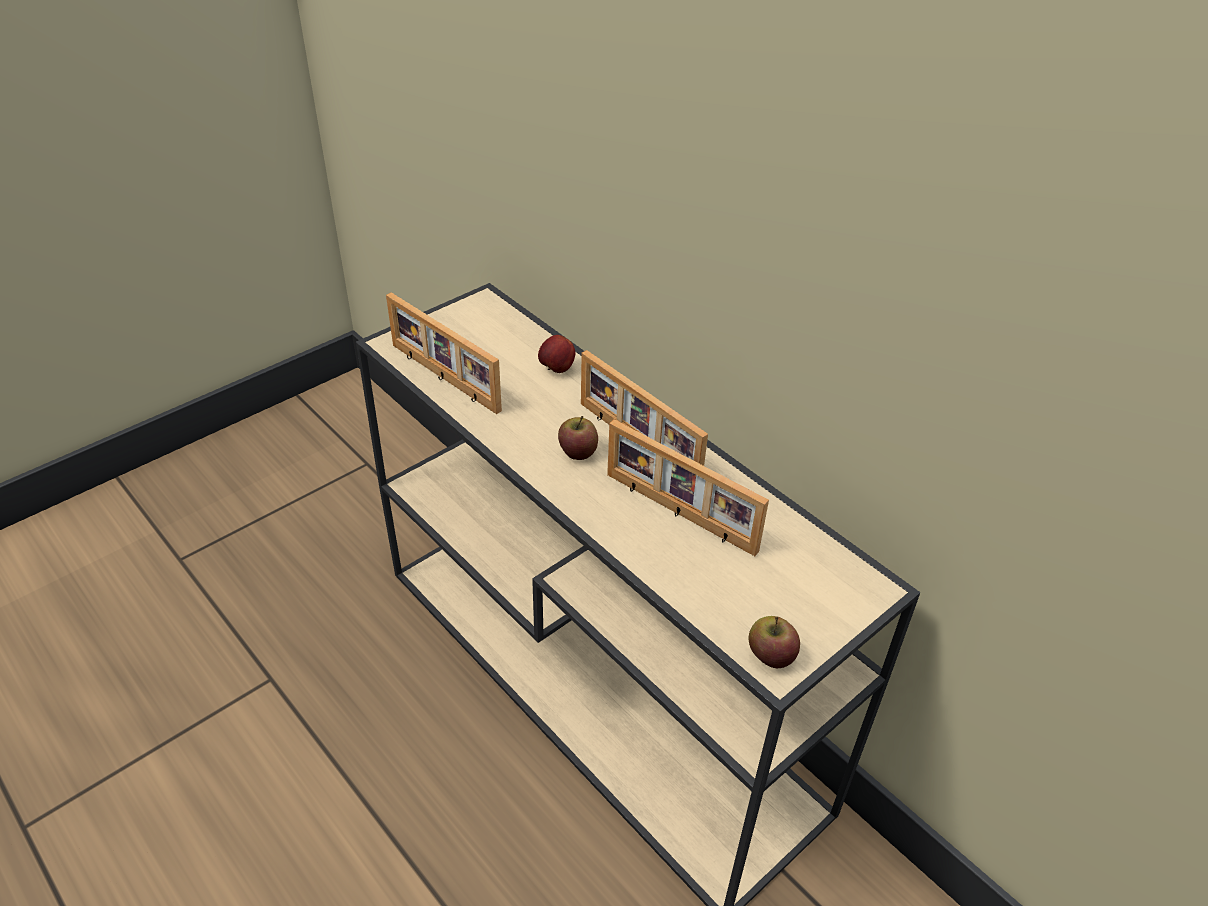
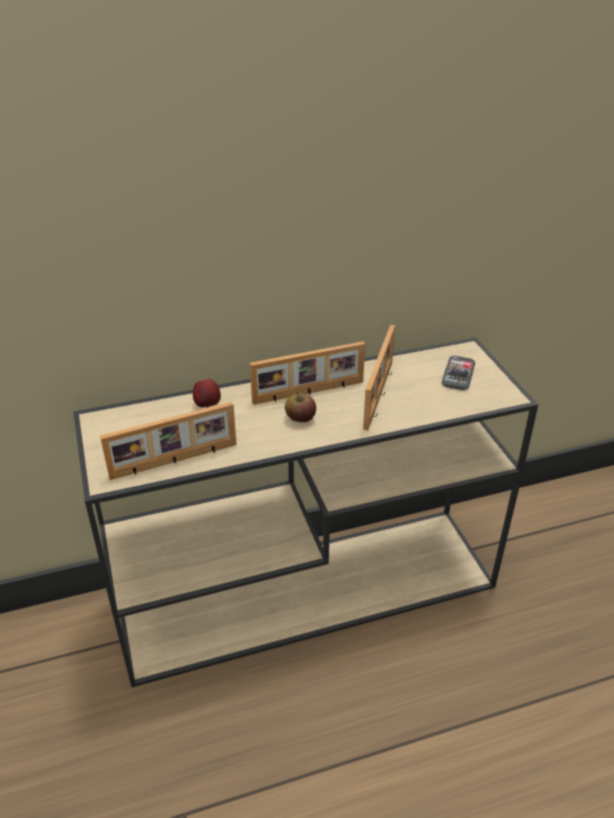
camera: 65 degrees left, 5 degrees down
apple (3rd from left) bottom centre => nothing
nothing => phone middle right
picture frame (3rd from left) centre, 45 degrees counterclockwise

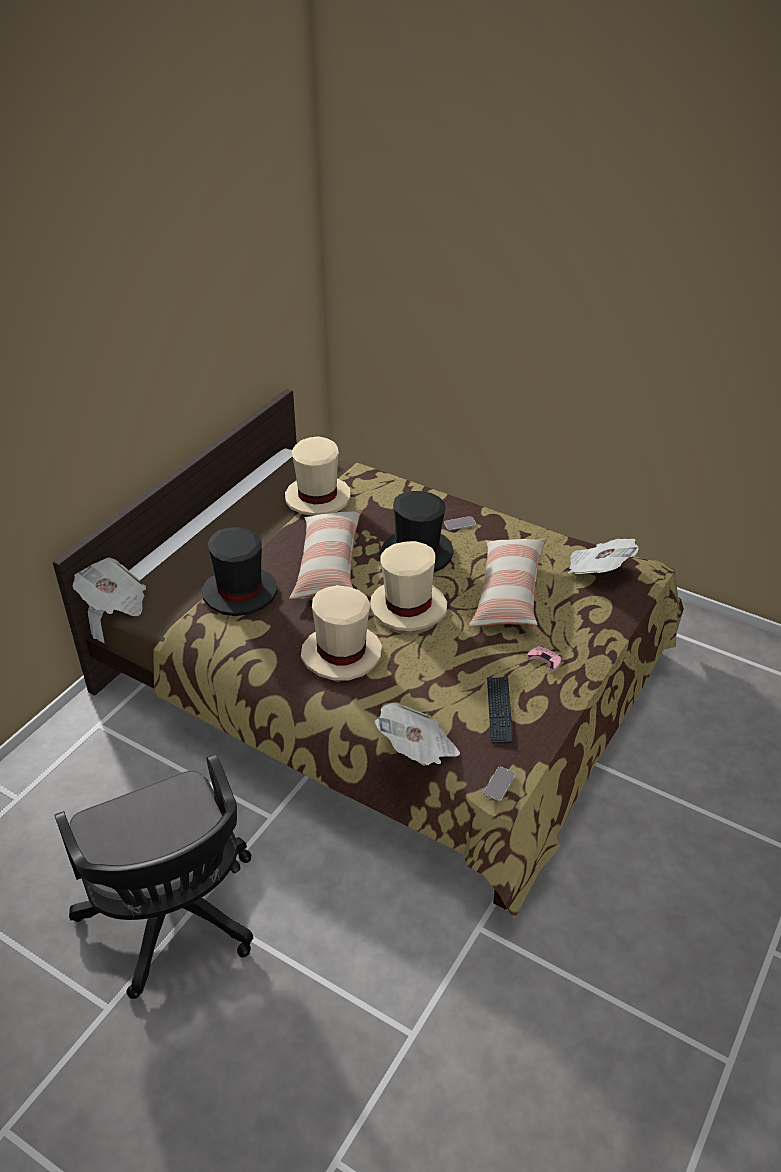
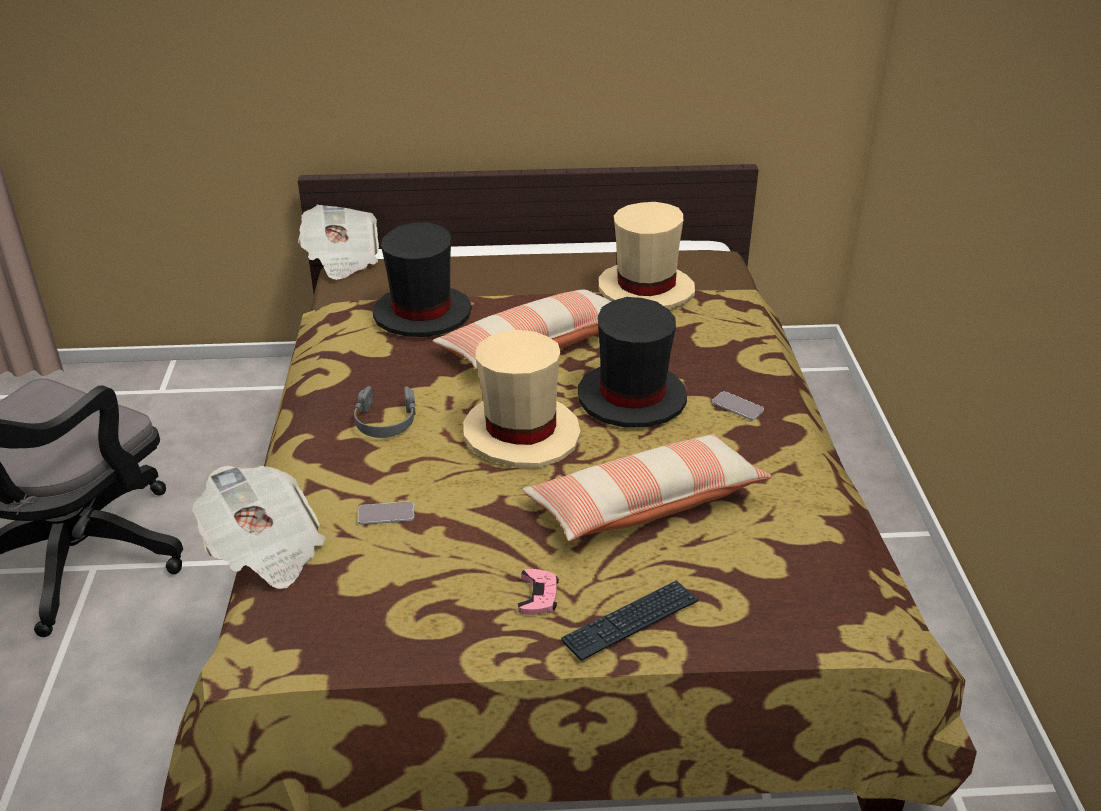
camera: 55 degrees right, 5 degrees down
newspaper (3rd from left) middle right => nothing
phone (2nd from left in the first image) bottom centre => phone (1st from left) centre, move
keyboard centre => keyboard bottom centre, move
beige hat (2nd from left) centre => grey headphones centre

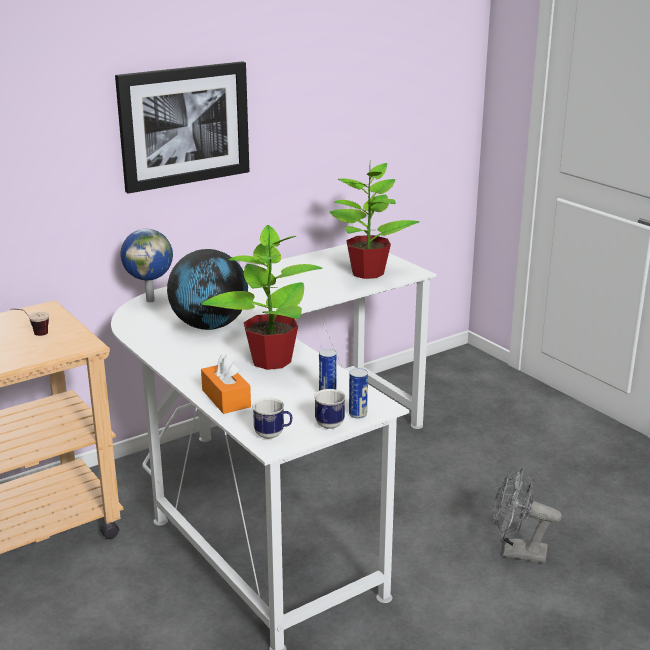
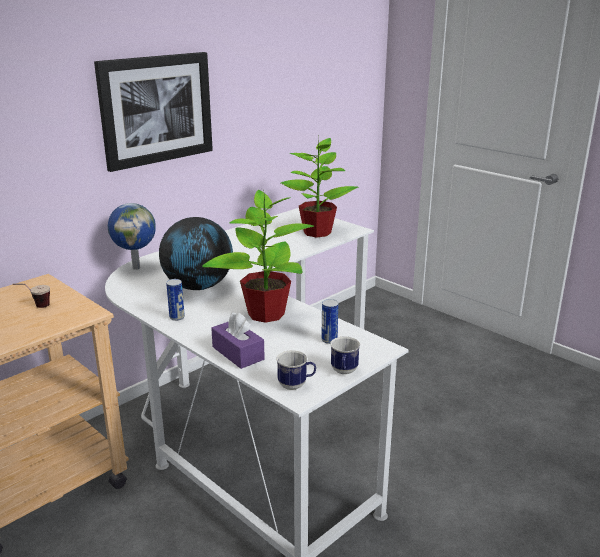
camera: 10 degrees left, 0 degrees up
grey fan bottom right => nothing
can (2nd from left in the first image) centre => can (1st from left) middle left, move
orange tissue box centre => purple tissue box centre

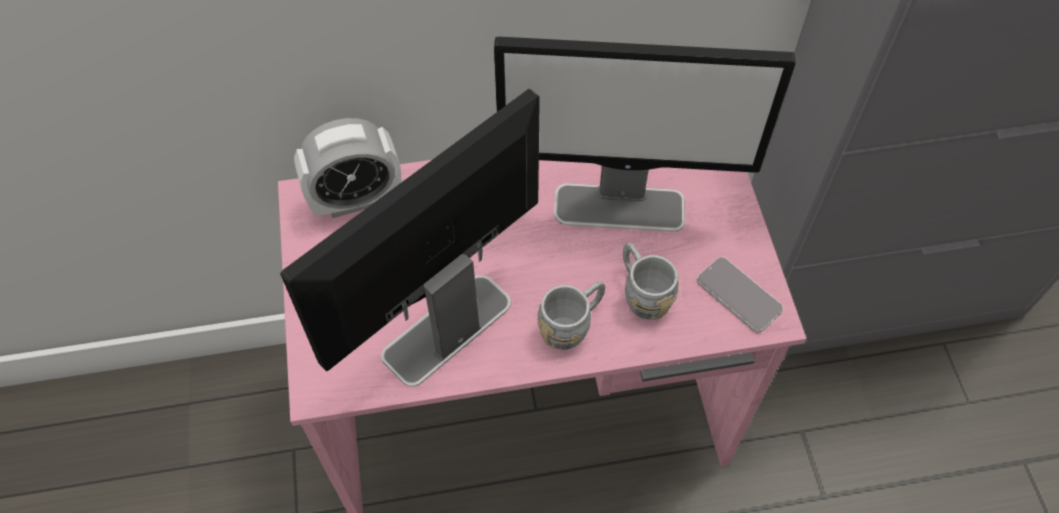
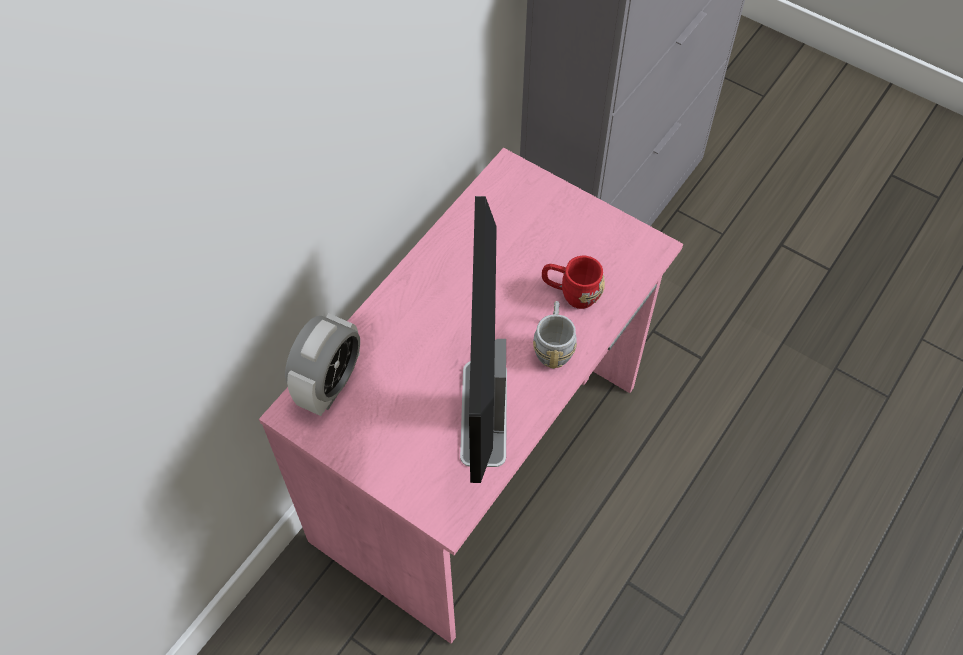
camera: 45 degrees left, 0 degrees up
monitor (2nd from left) top centre => nothing
phone middle right => nothing
grey mug (2nd from left) centre => red mug centre

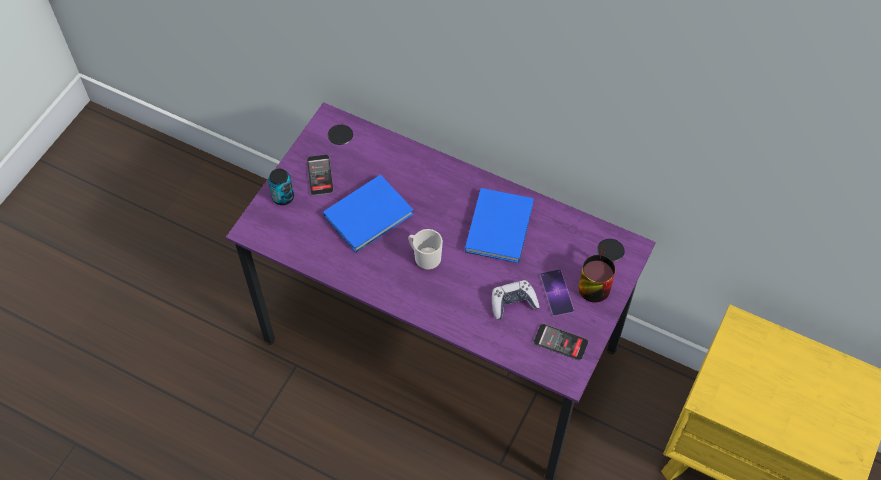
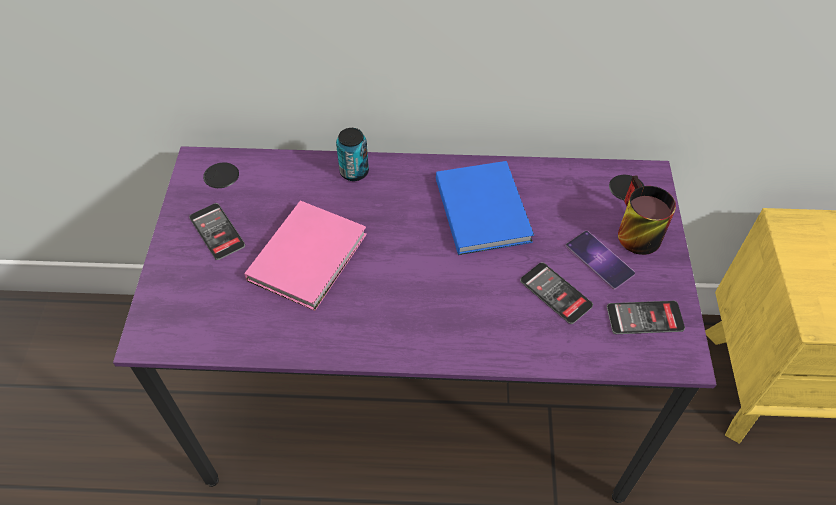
camera: 25 degrees left, 5 degrees down
mug (1st from left) centre => nothing
can middle left => can top centre, move
game controller centre => phone (2nd from left) centre
blue book (1st from left) centre => pink book centre

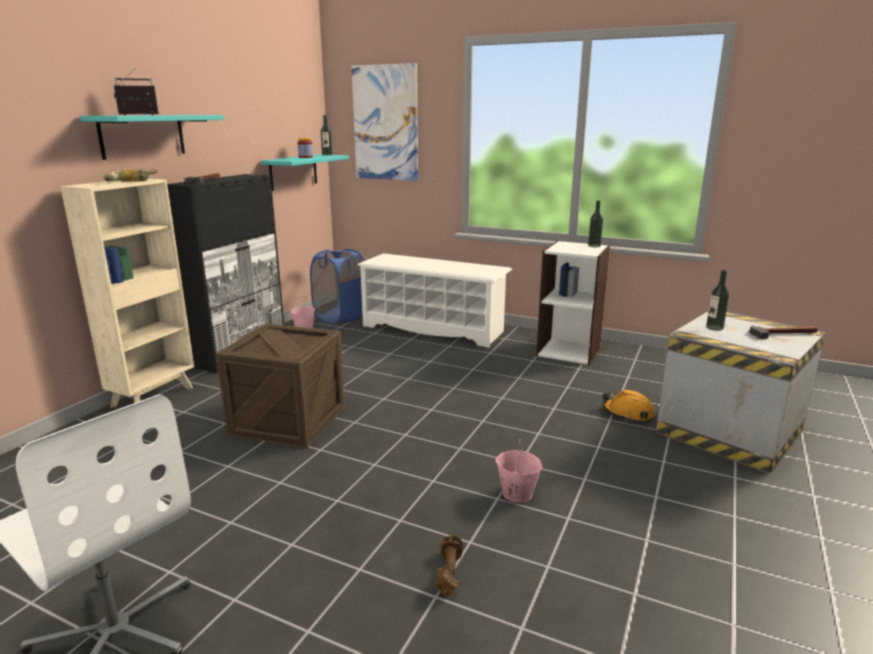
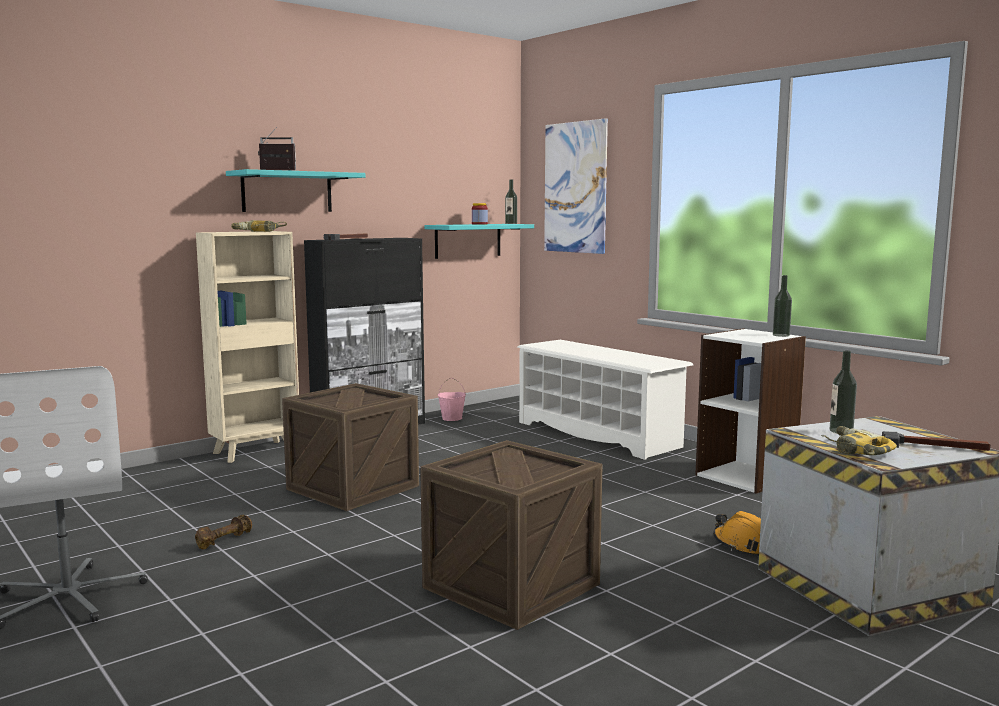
camera: 25 degrees right, 10 degrees down
blue laundry basket centre => nothing
nothing => power drill (2nd from left) middle right
brown dumbbell bottom centre => brown dumbbell bottom left, move
pink bucket (2nd from left) bottom centre => crate (2nd from left) bottom centre

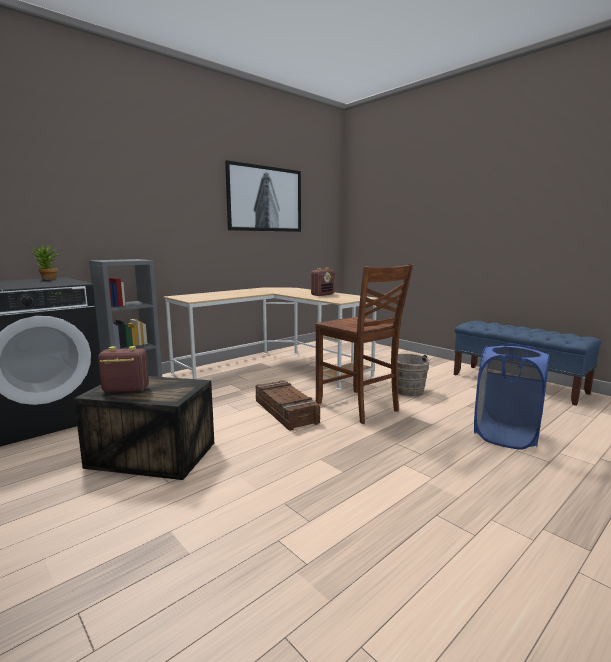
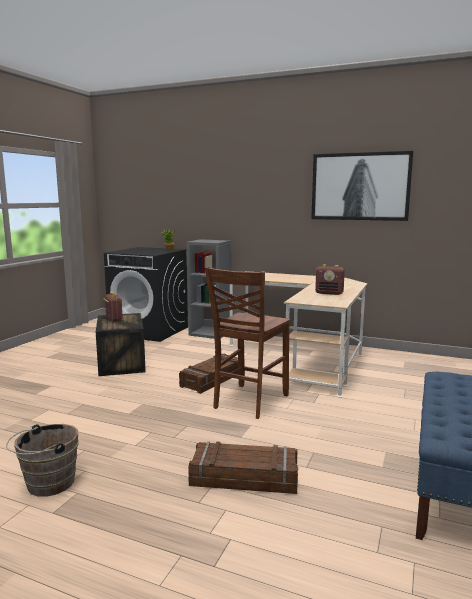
camera: 65 degrees right, 0 degrees up
brown bucket middle right => brown bucket bottom left, move
blue laundry basket middle right => crate (3rd from left) bottom centre

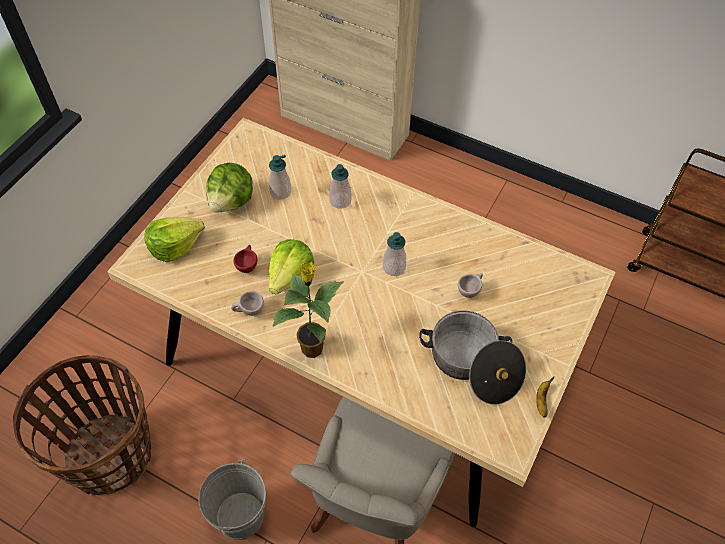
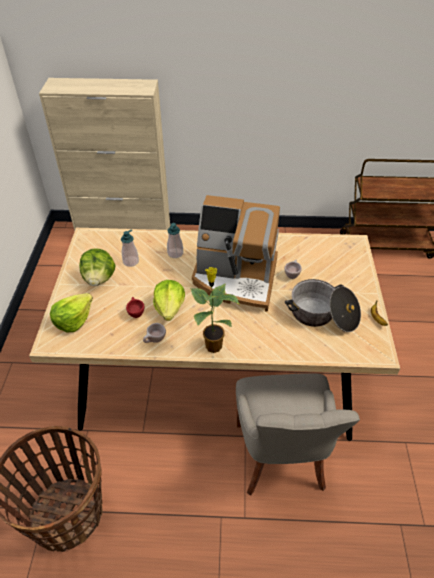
camera: 25 degrees left, 10 degrees down
grey bucket bottom left => nothing
soap dispenser (3rd from left) centre => coffee machine centre

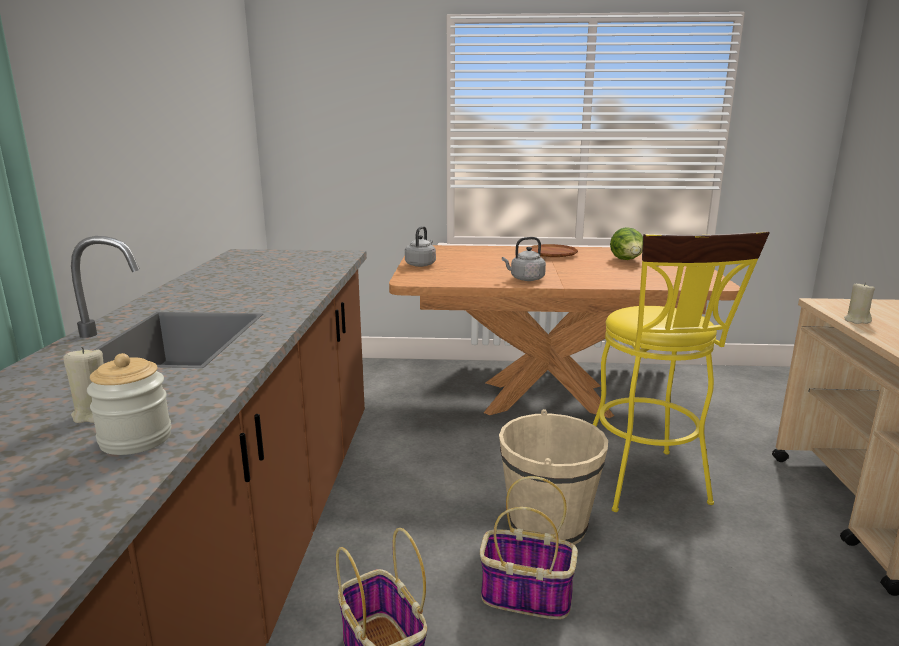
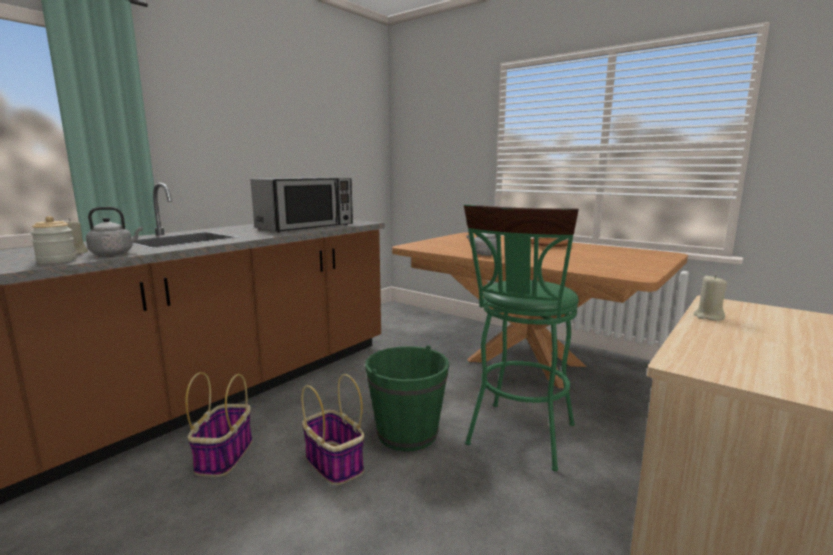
camera: 35 degrees right, 5 degrees down
lettuce middle right => nothing
nothing => microwave centre
grey kettle (1st from left) centre => grey kettle (1st from left) middle left, move
beige bucket bottom centre => green bucket bottom centre
yellow stool middle right => green stool centre

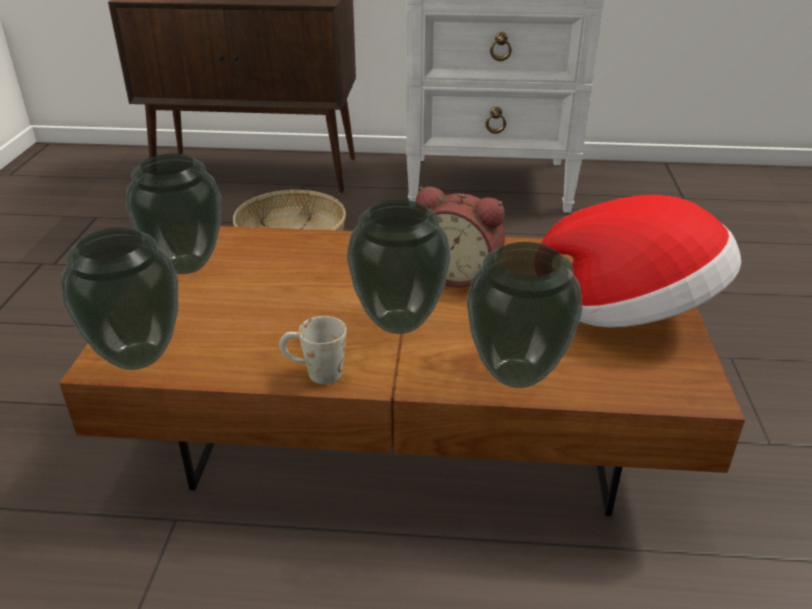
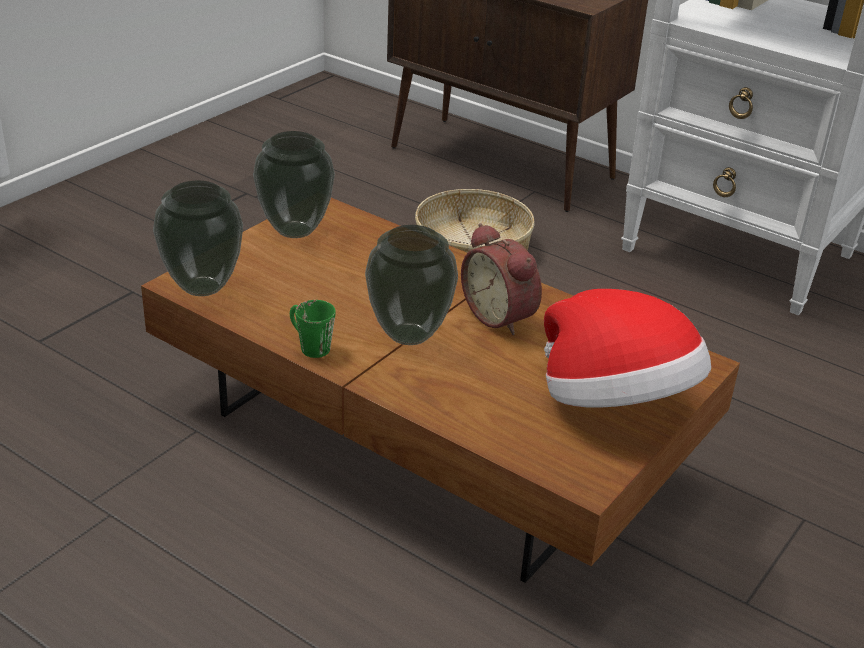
camera: 30 degrees right, 0 degrees up
vase (4th from left) centre => nothing
white mug centre => green mug centre

